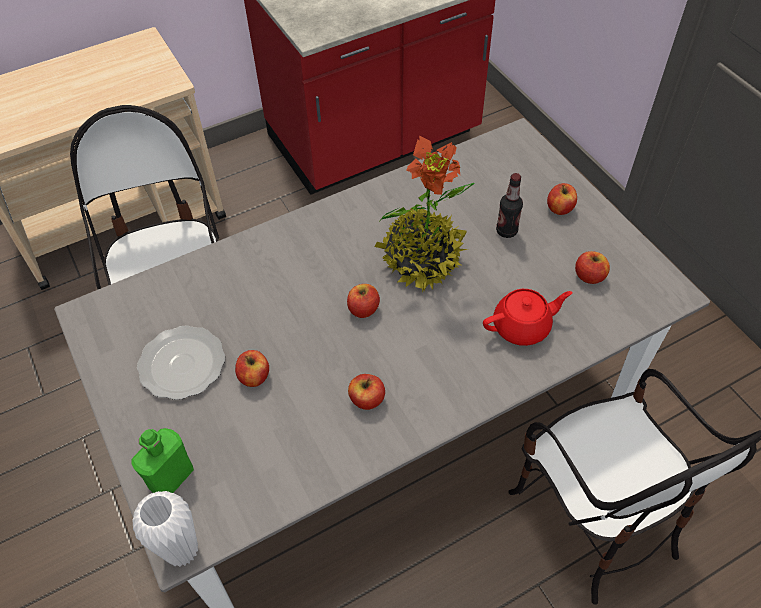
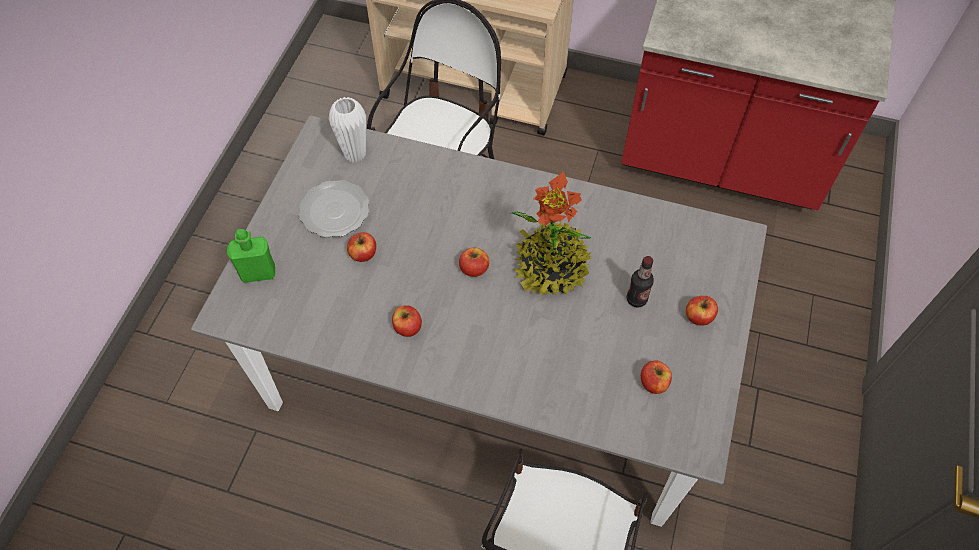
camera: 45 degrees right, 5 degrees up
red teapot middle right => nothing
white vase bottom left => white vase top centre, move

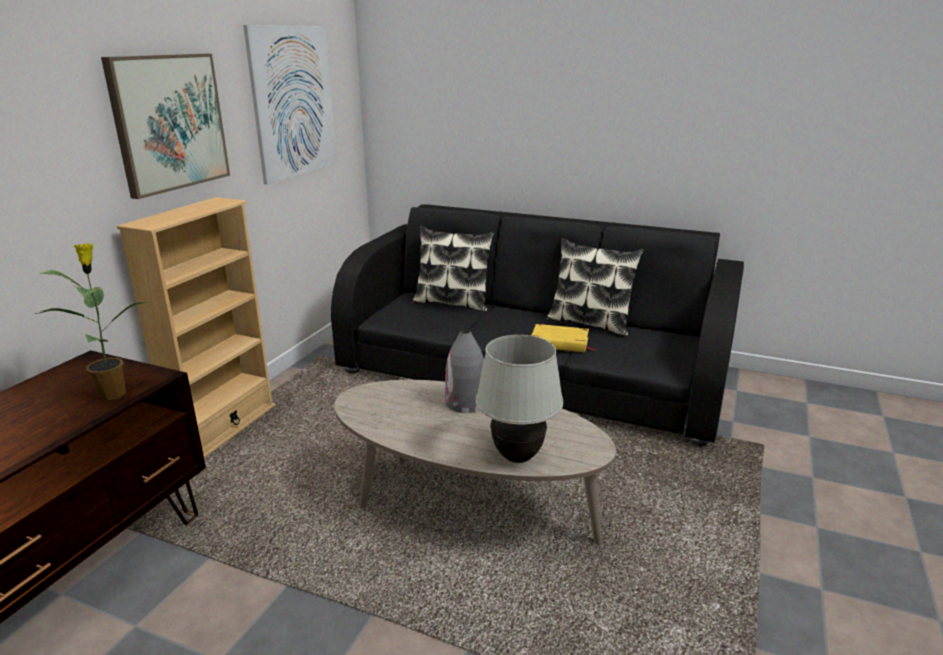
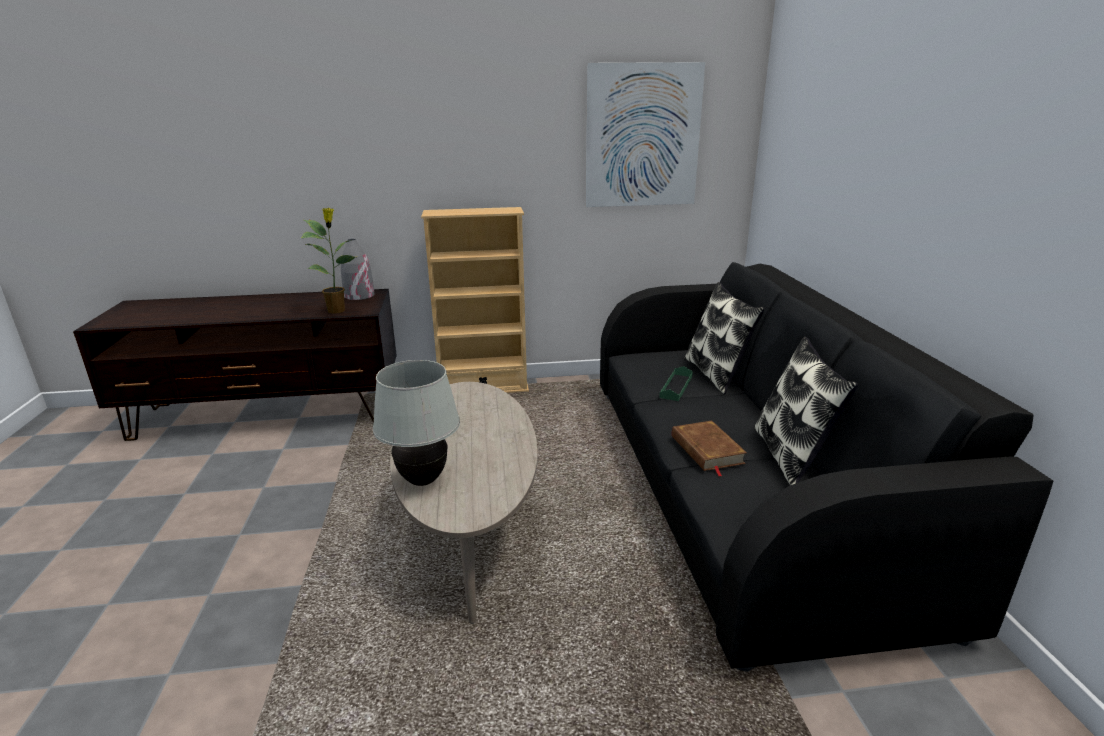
camera: 60 degrees right, 0 degrees up
picture (1st from left) top left => nothing
nothing => green tray centre
grey vase centre => grey vase middle left, move
yellow book centre => brown book centre

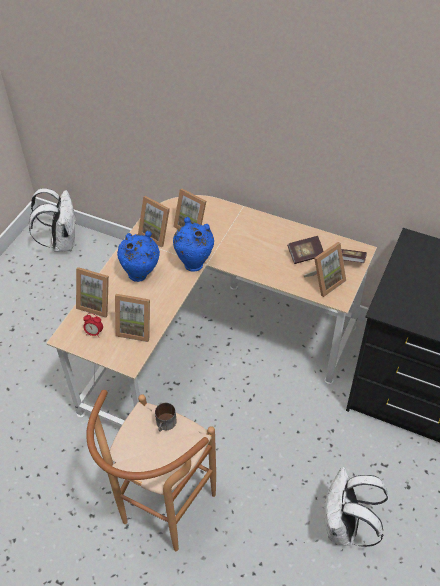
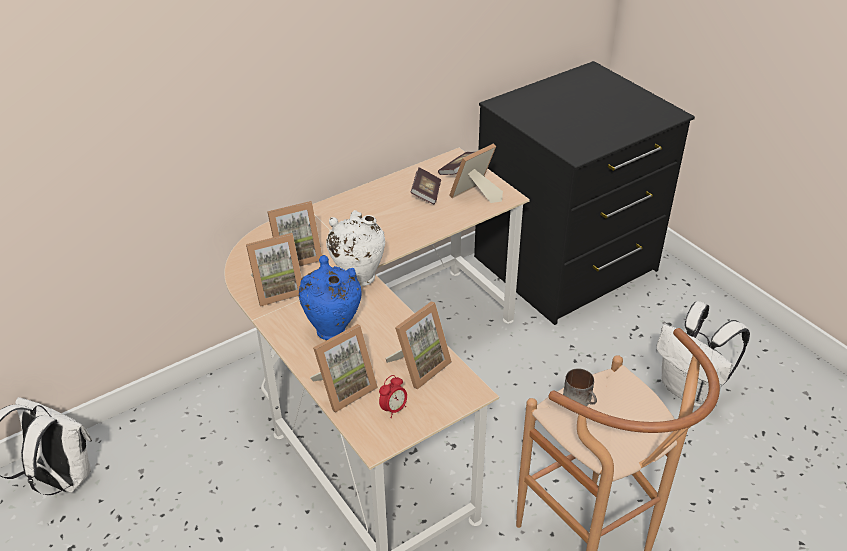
camera: 60 degrees left, 10 degrees down
blue vase (2nd from left) centre => white vase centre
picture frame (5th from left) middle right => picture frame (5th from left) top centre, 120 degrees counterclockwise

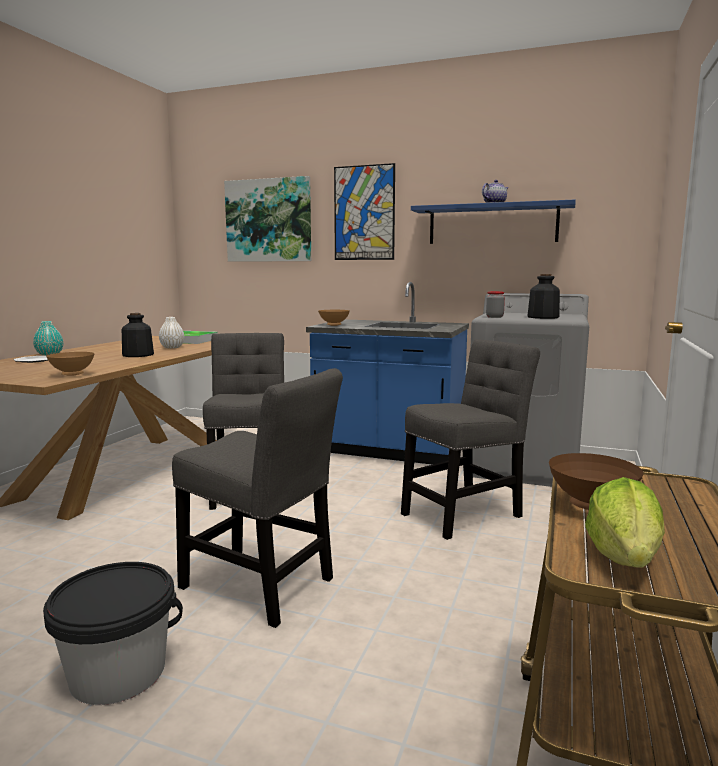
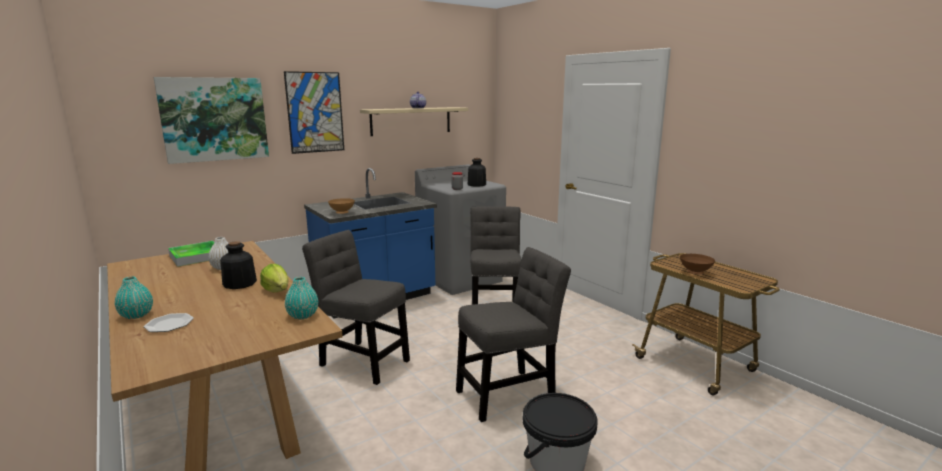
camera: 55 degrees left, 5 degrees up
lettuce bottom right => lettuce middle left, move
brown bowl (1st from left) middle left => turquoise vase (2nd from left) middle left
blue shelf top right => beige shelf top centre

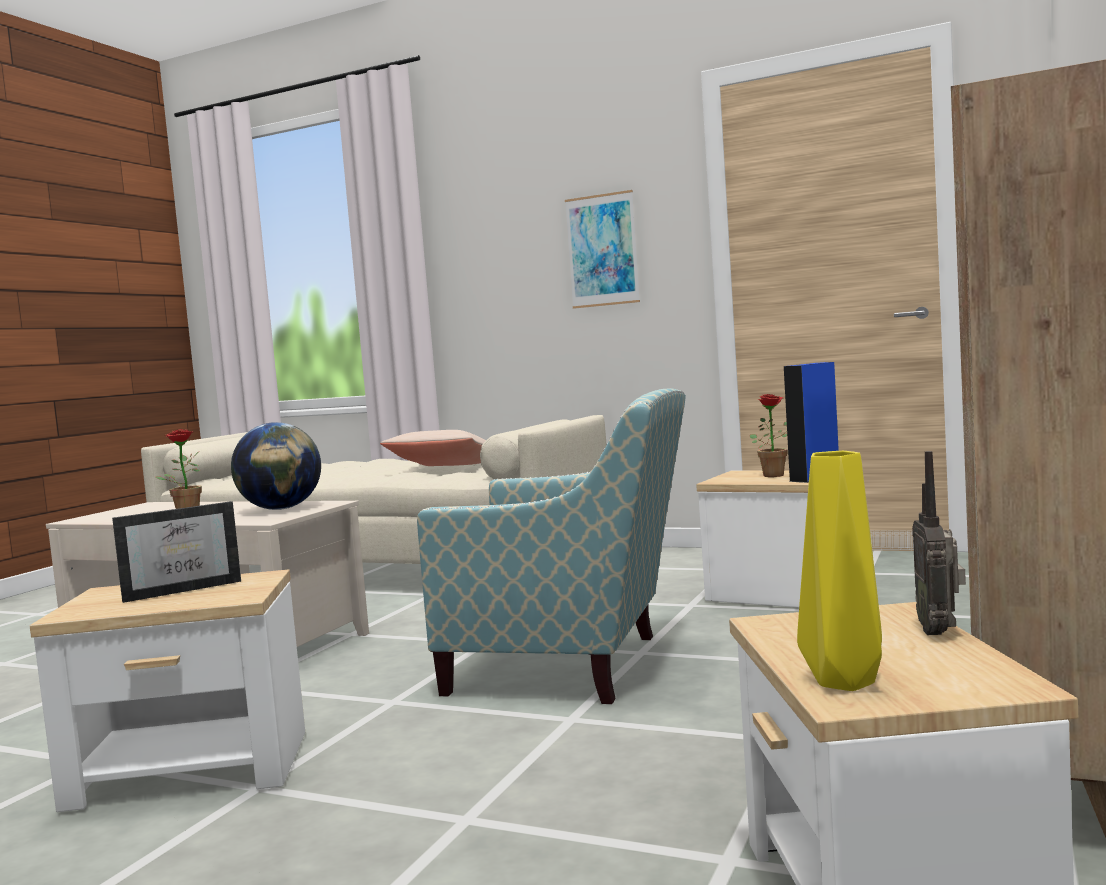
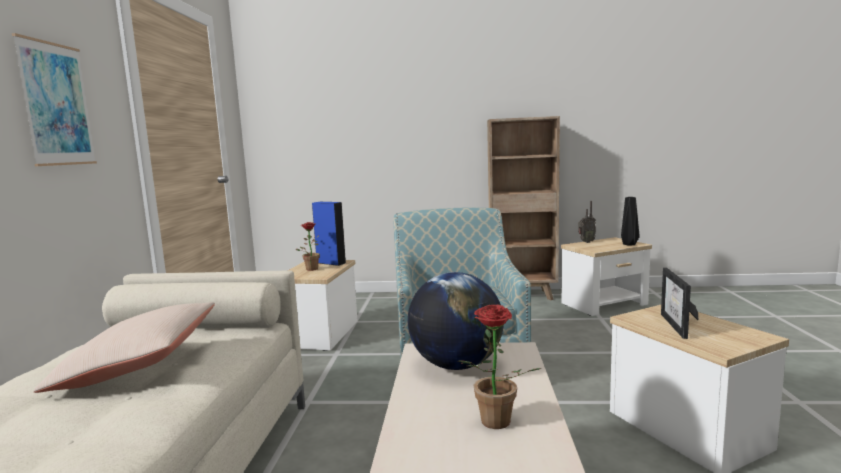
camera: 110 degrees left, 5 degrees up
yellow vase middle right => black vase middle right
picture frame middle left => picture frame middle right, 120 degrees counterclockwise

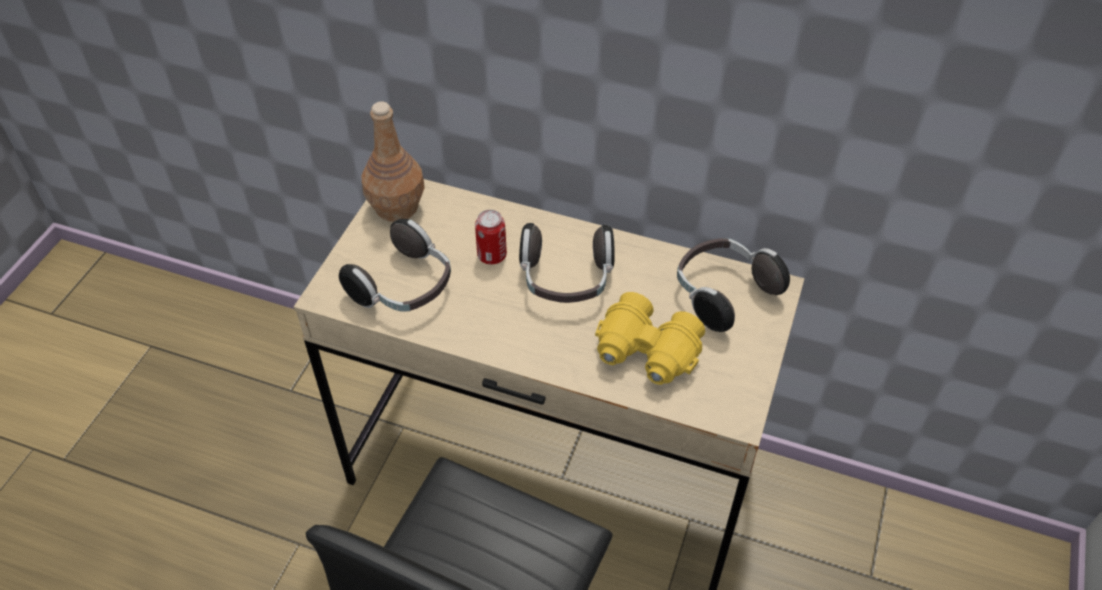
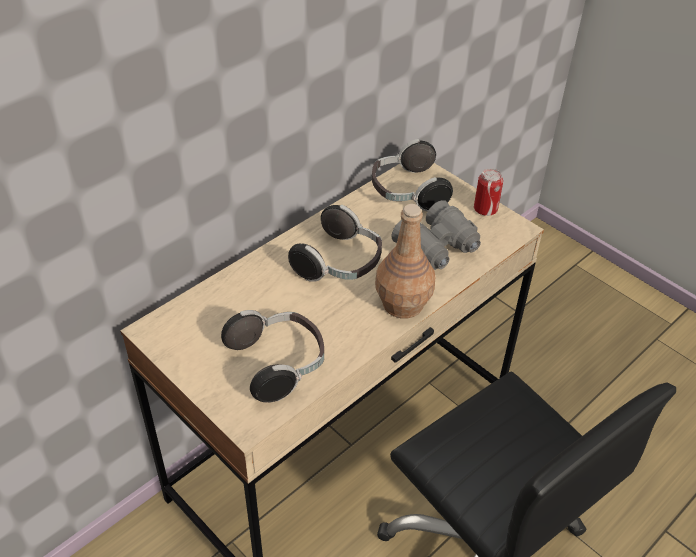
camera: 65 degrees left, 5 degrees down
brown bottle top centre => brown bottle centre, move
can centre => can middle right, move
yellow binoculars centre => grey binoculars centre

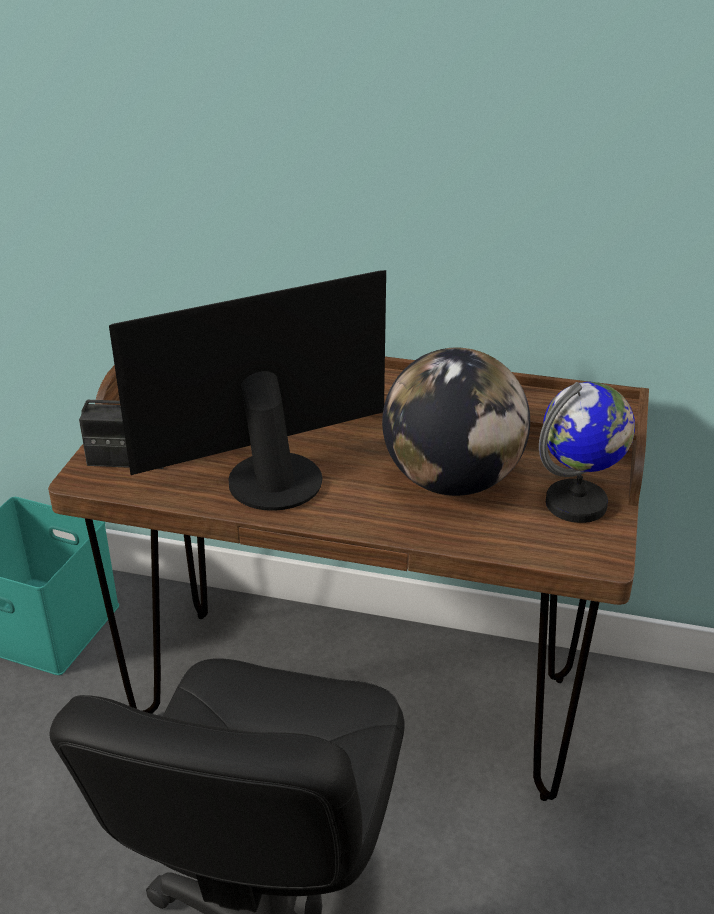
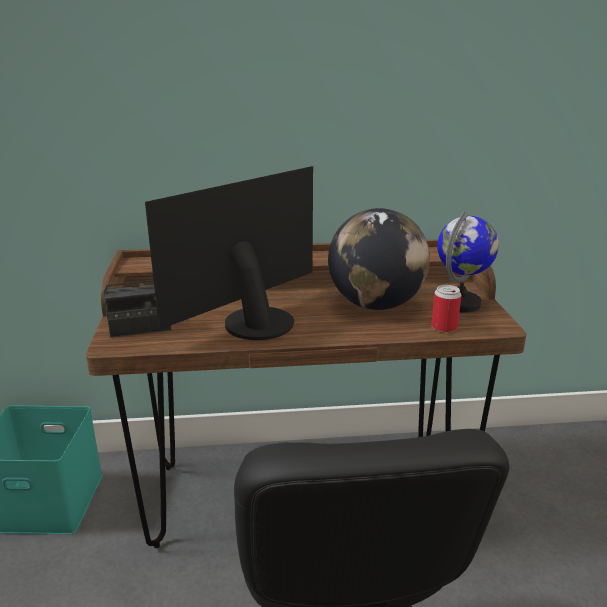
camera: 20 degrees left, 10 degrees down
nothing => can middle right

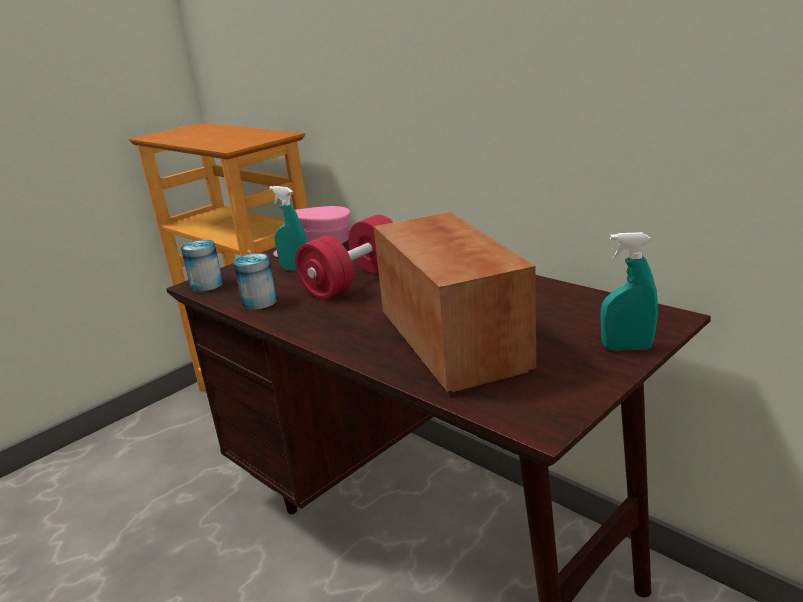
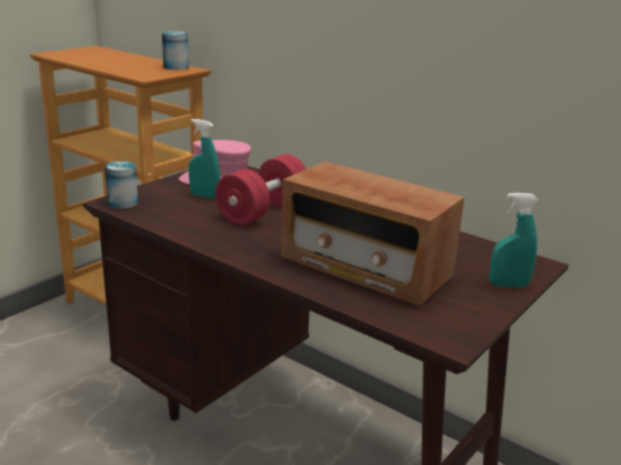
camera: 10 degrees left, 0 degrees up
can (2nd from left) middle left => can (2nd from left) top left, move
radio centre, 150 degrees clockwise

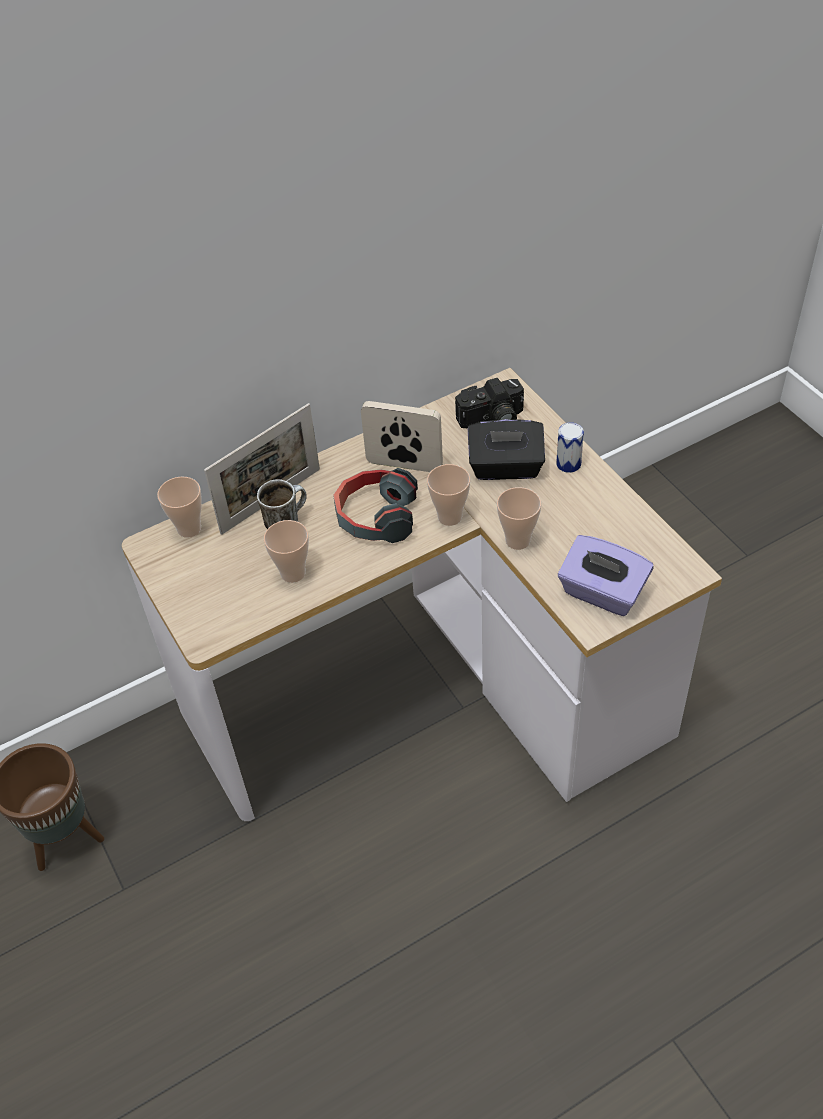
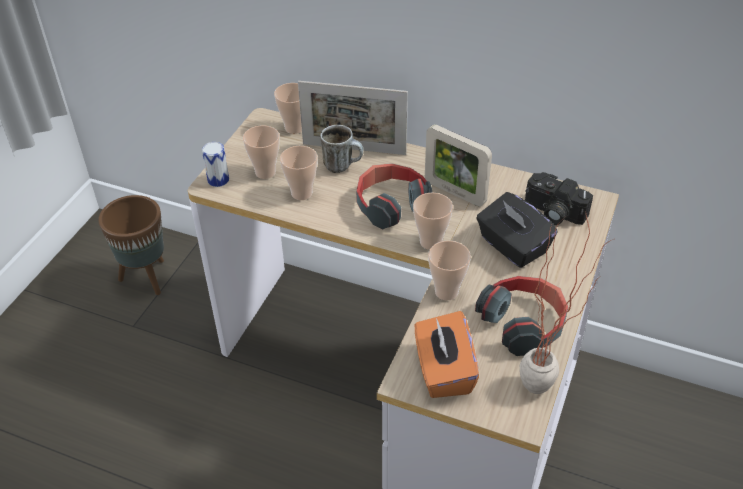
camera: 50 degrees right, 5 degrees down
nothing => cup (1st from left) top centre
nothing => headphones (2nd from left) middle right
nothing => potted plant middle right
can middle right => can middle left, move
purple tissue box middle right => orange tissue box bottom centre
picture frame (2nd from left) centre, 150 degrees clockwise

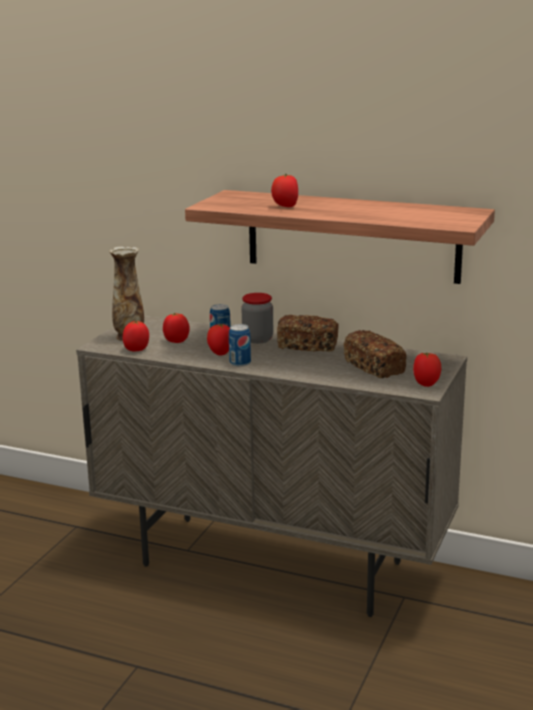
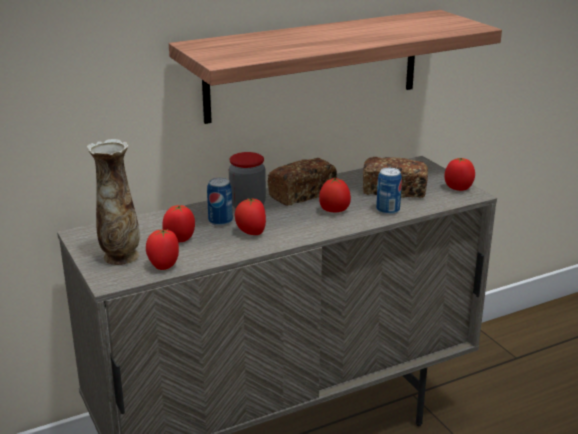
camera: 50 degrees left, 5 degrees up
can (2nd from left) centre => can (2nd from left) middle right, move
tomato (4th from left) top centre => tomato (4th from left) centre, move

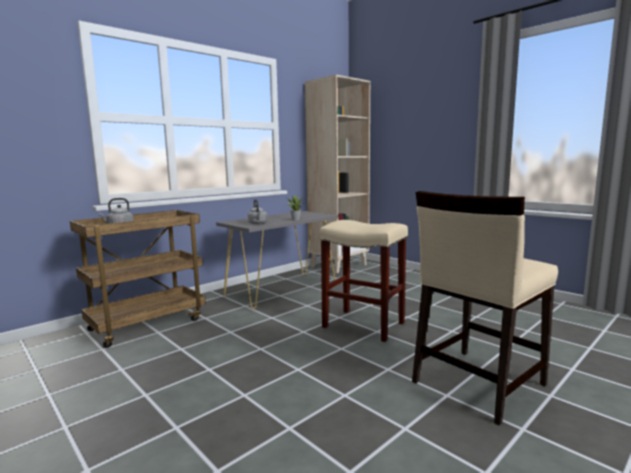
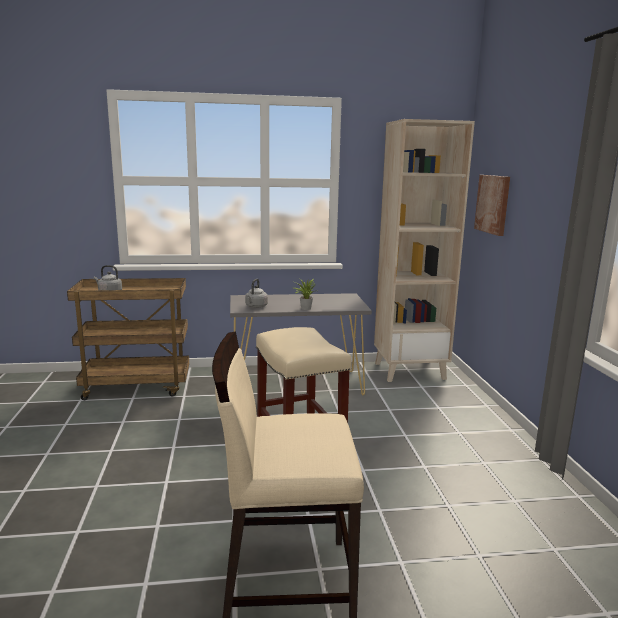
camera: 35 degrees right, 5 degrees up
nothing => picture top right

